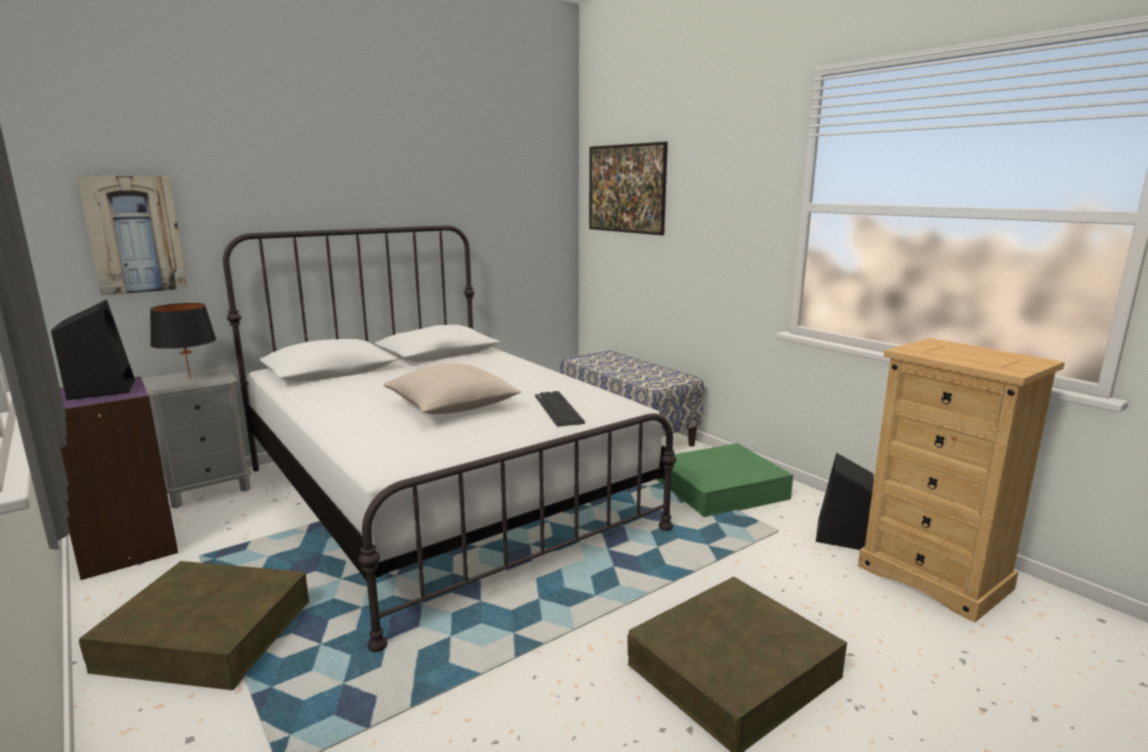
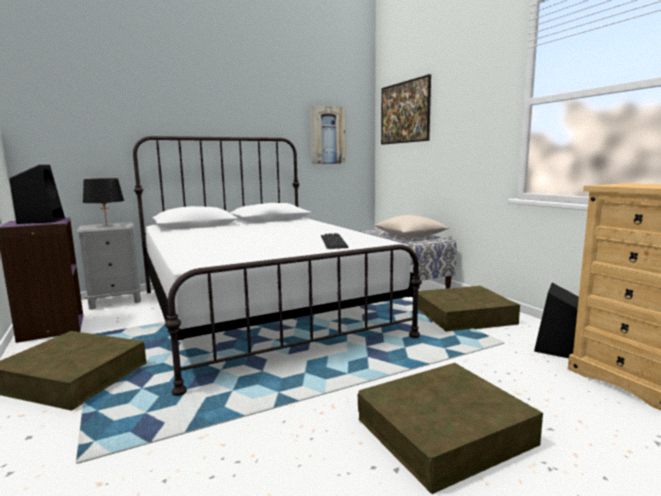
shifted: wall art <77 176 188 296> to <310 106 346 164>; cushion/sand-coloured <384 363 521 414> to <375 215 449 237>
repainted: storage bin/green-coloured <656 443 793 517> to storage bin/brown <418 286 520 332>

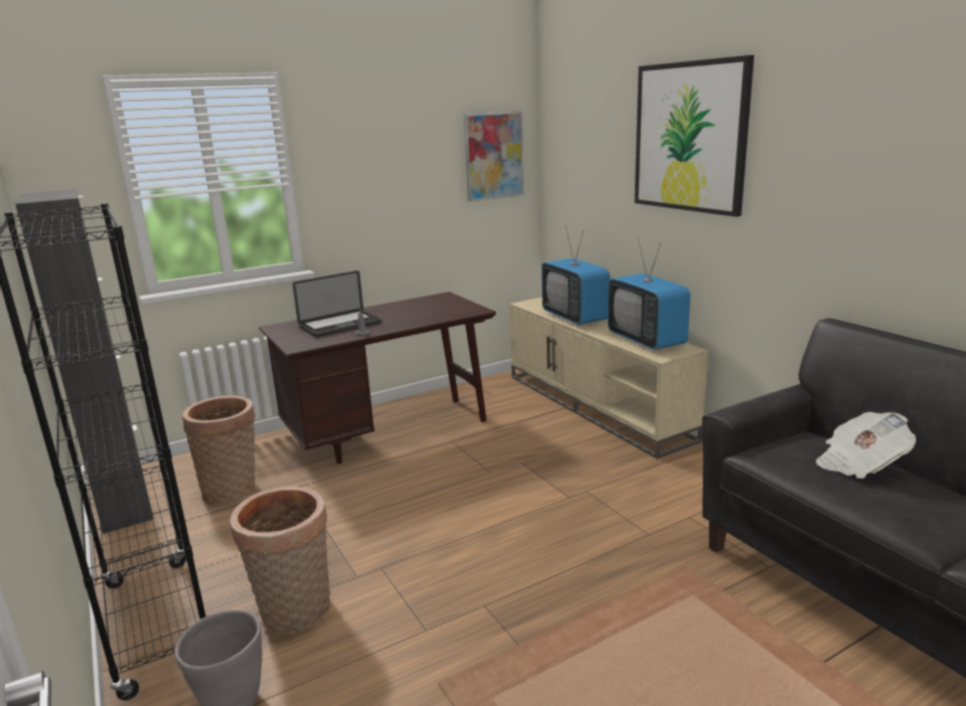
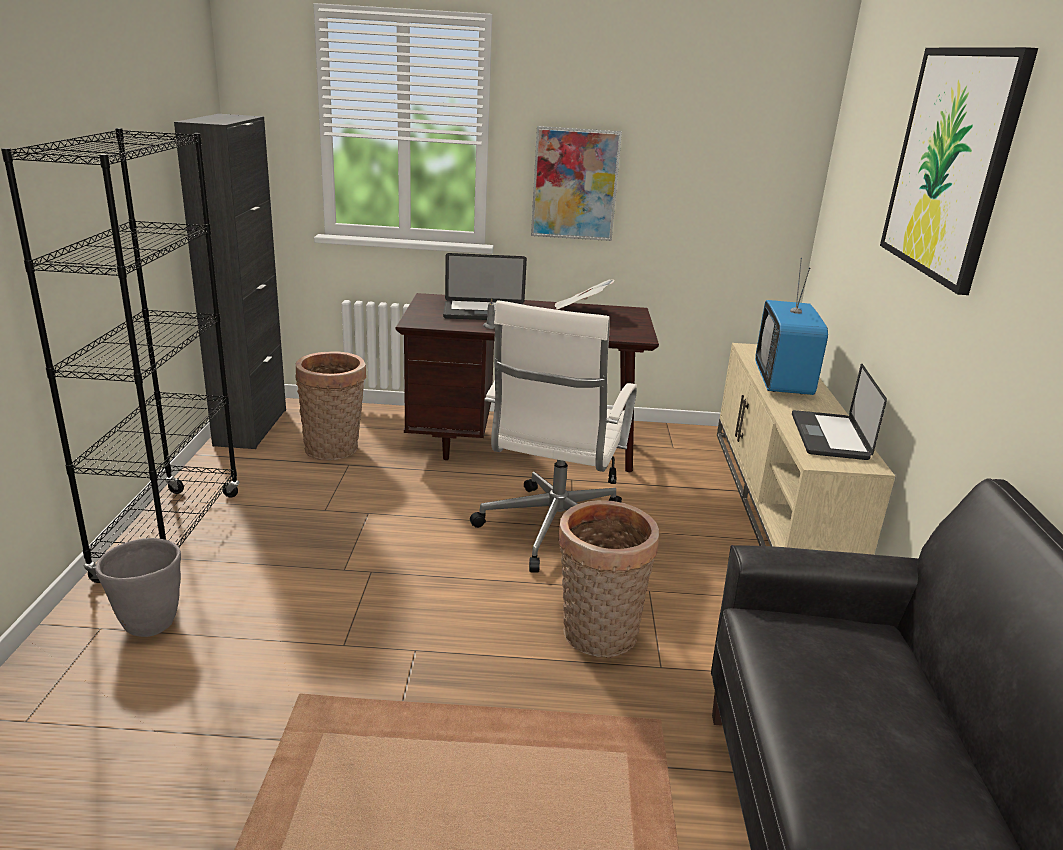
new: computer chair/white <470 301 637 573>
shifted: wall art <464 111 524 202> to <531 126 622 241>; printed paper <816 412 916 479> to <555 279 614 310>; basket <230 486 331 634> to <558 500 659 657>
swapped: TV <608 238 690 350> to portable computer <792 363 887 460>

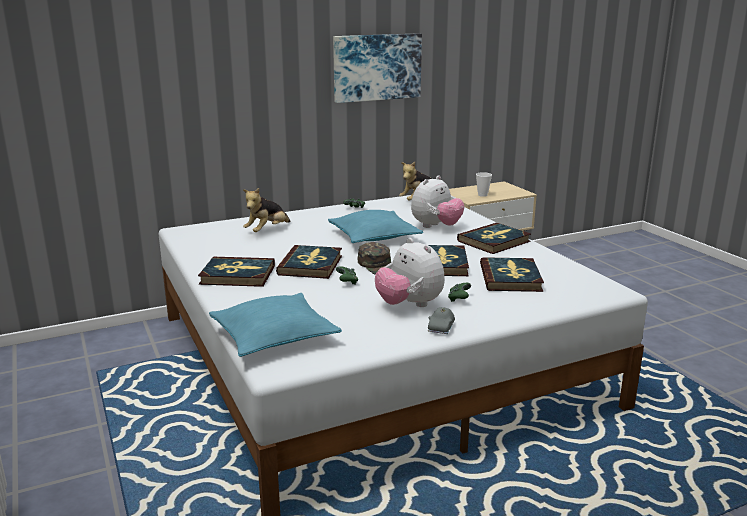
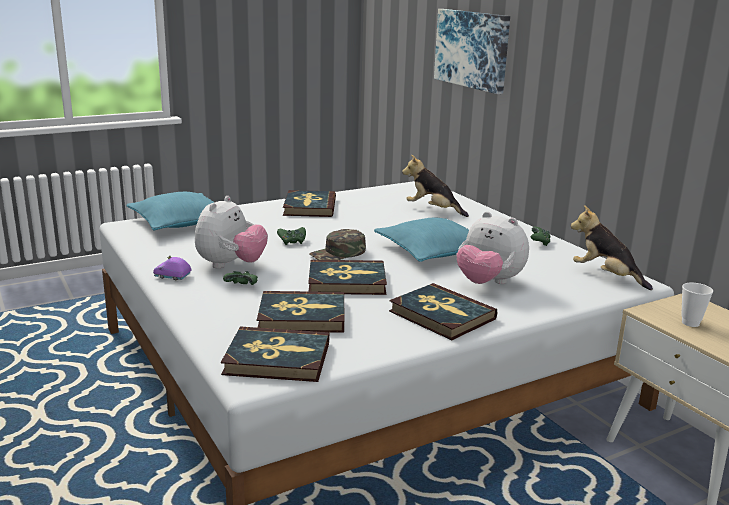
shifted: bound book <276 245 342 279> to <221 327 329 382>; wall art <333 33 422 103> to <434 9 510 94>
repainted: toy car/greyish <428 307 455 334> to toy car/purple-coloured <153 256 192 280>
rotated: cuddly toy <375 238 445 307> = <195 196 268 268> 150 degrees clockwise

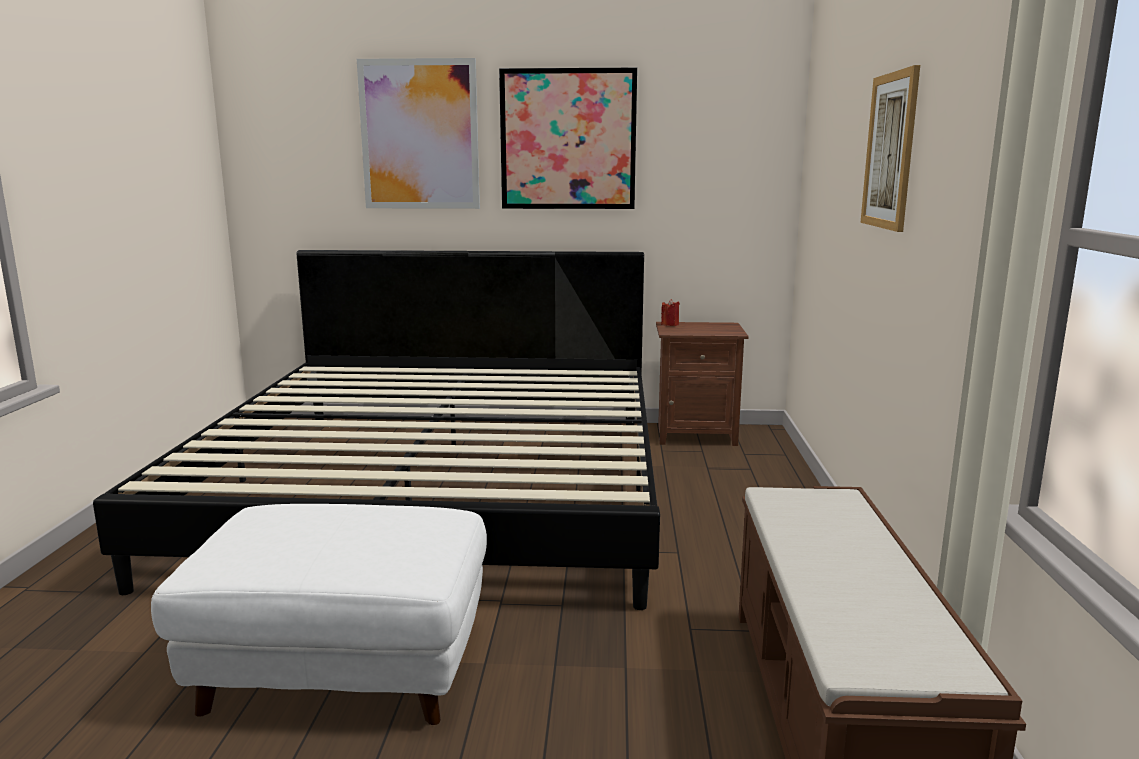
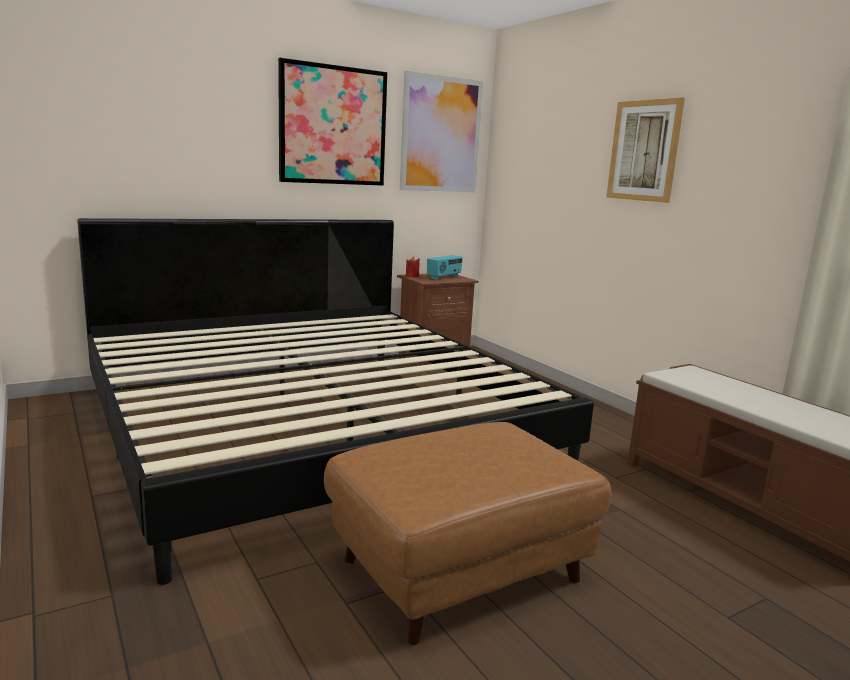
new: radio <427 255 463 280>
shifted: wall art <357 58 480 209> to <400 71 483 192>
repainted: footrest/white <151 504 487 725> to footrest/brown <324 422 611 645>

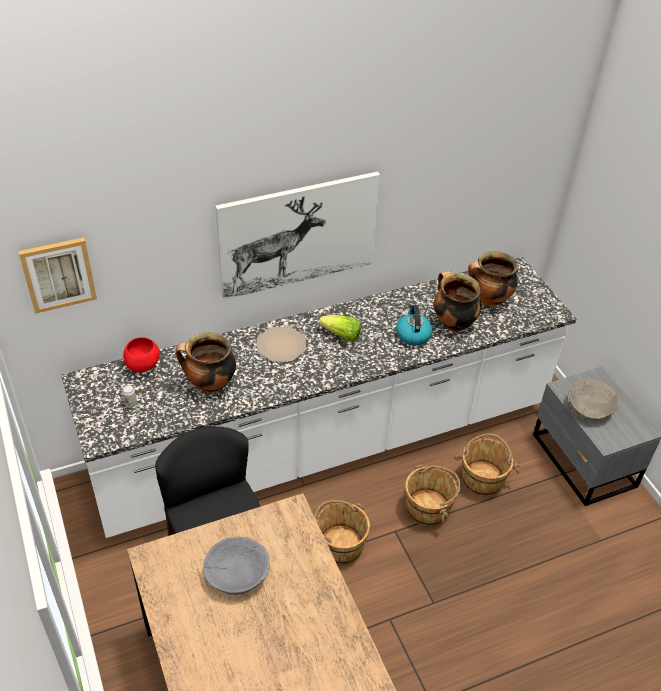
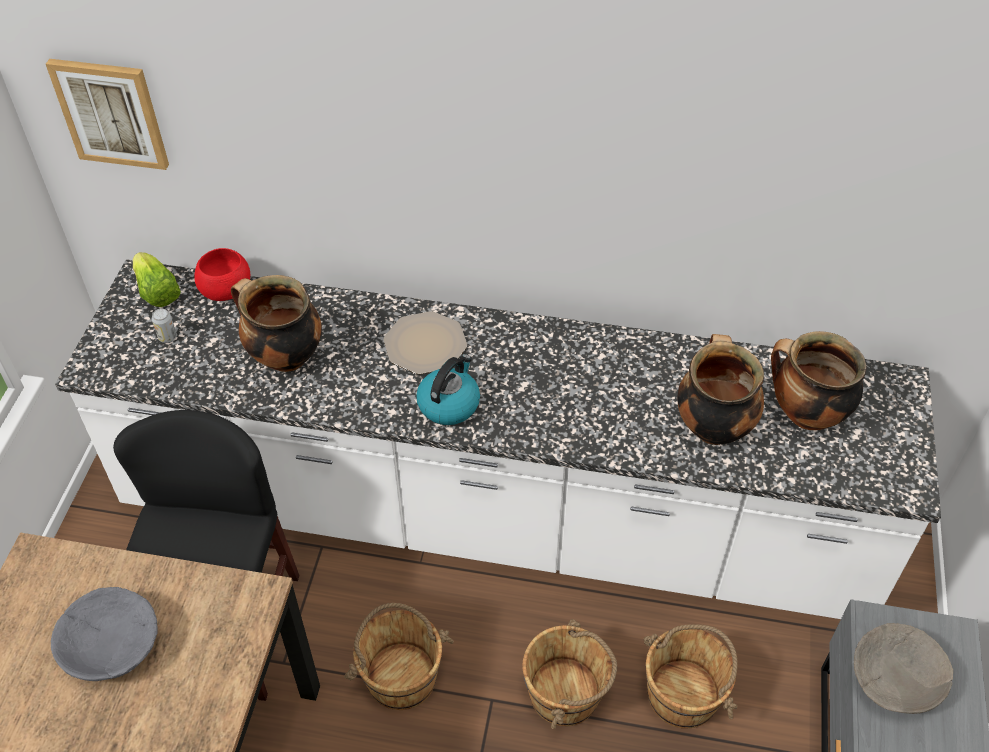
gone: wall art <215 172 380 300>
shifted: lettuce <319 315 361 342> to <133 252 181 307>; kettle <396 304 433 345> to <416 354 480 425>

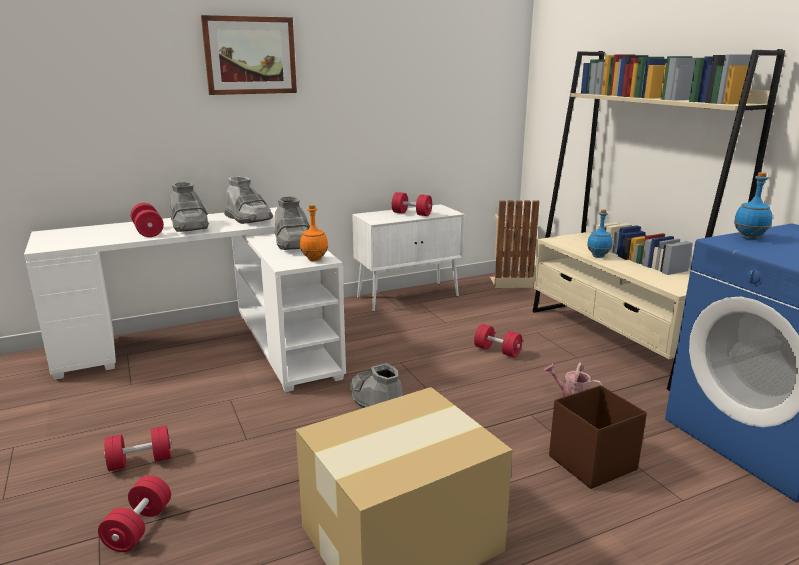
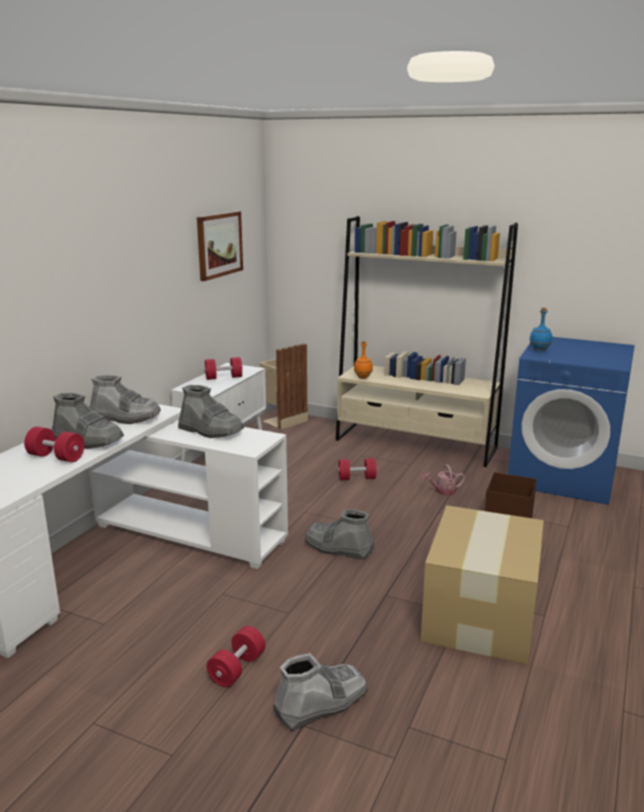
gone: beverage bottle/blue <587 209 613 258>
shifted: wall art <201 15 297 95> to <197 211 243 281>; beverage bottle/orange <300 205 328 261> to <354 341 373 379>
swapped: hand weight/red <98 475 171 552> to boot/greyish <273 653 368 731>

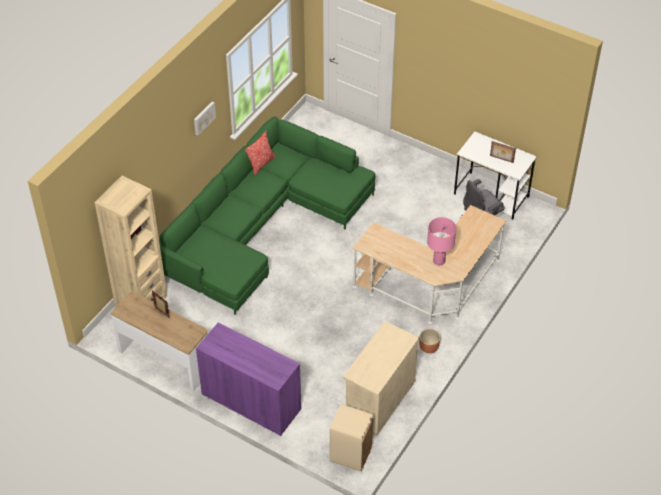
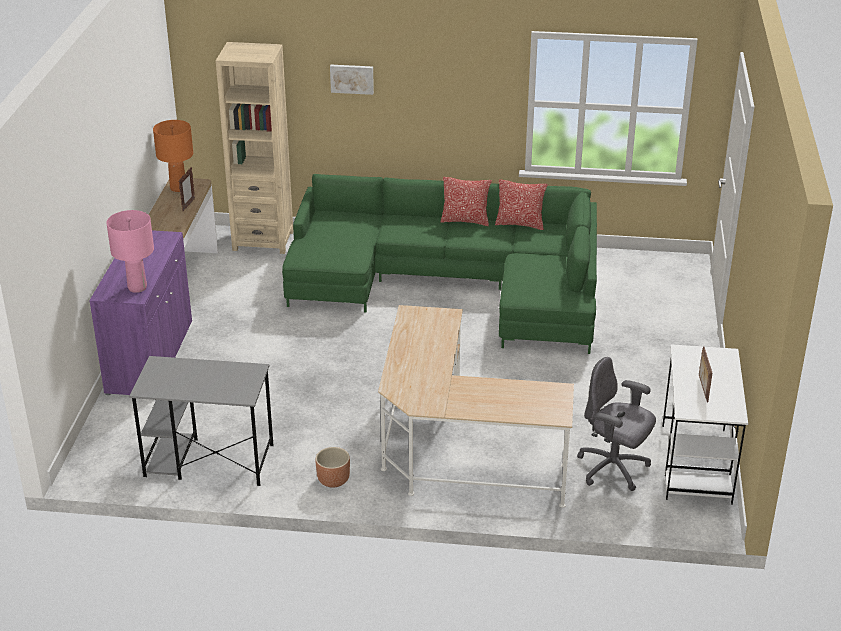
gone: trash can/sand-coloured <330 404 374 472>
new: tabletop lamp/orange <153 120 193 192>; cushion <441 177 492 226>
shifted: tabletop lamp/pink <427 217 456 265> to <106 210 154 293>; wall art <194 102 216 135> to <330 65 374 95>
swapped: cabinet/sand-coloured <343 321 419 437> to desk unit/greyish <129 356 274 486>

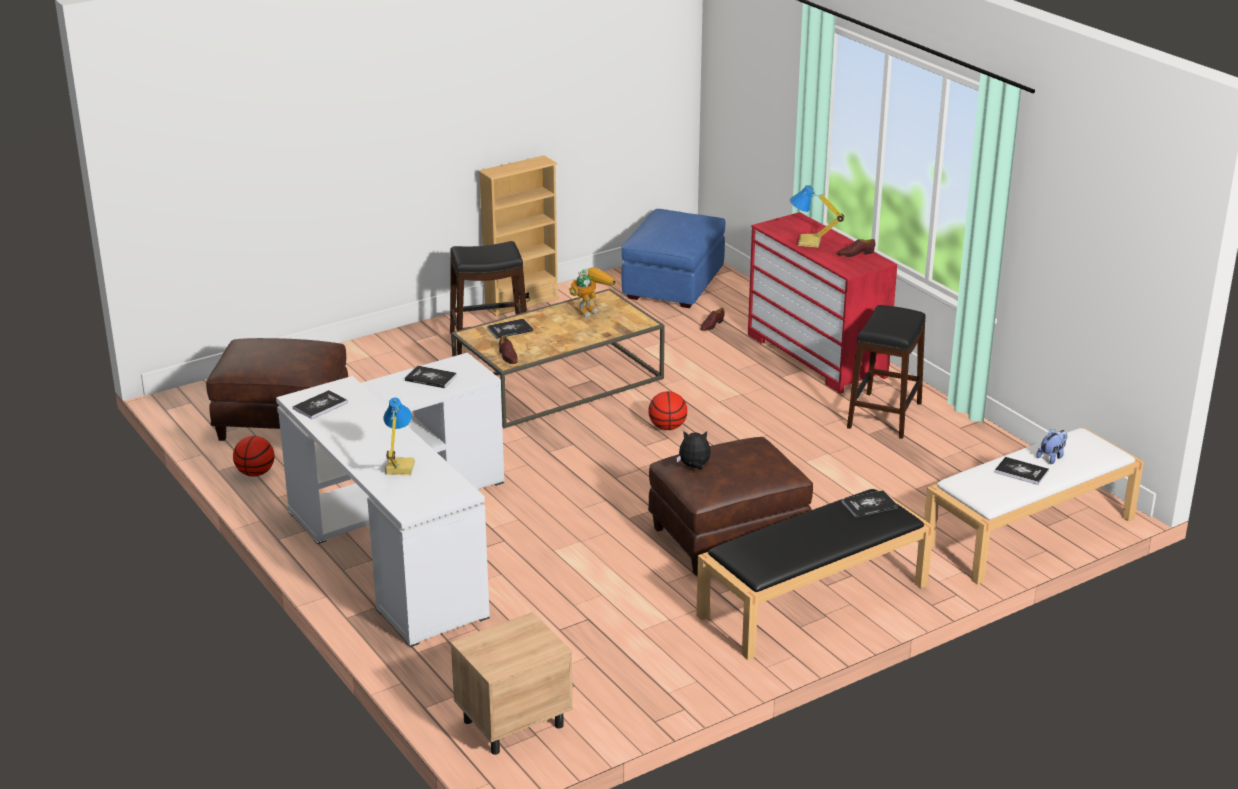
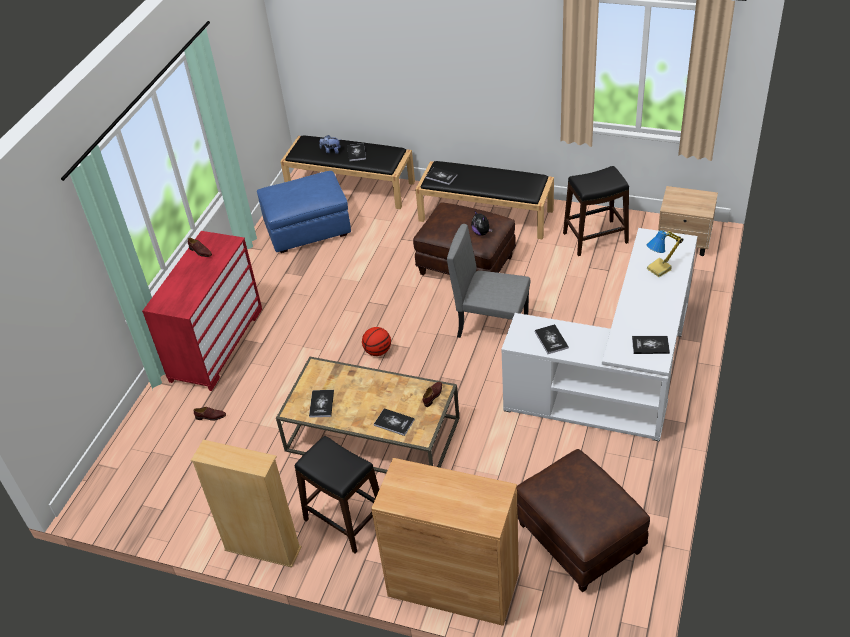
gone: basketball <233 436 274 477>; tabletop lamp <790 185 844 248>
new: cabinet/brown <371 458 519 626>; chair/greyish <447 224 530 338>
shifted: footrest/blue <621 209 725 308> to <257 171 351 253>; sitting stool/black-coloured <847 305 926 439> to <563 166 629 256>
swapped: toy robot <569 267 617 318> to bound book <309 390 334 418>
repainted: bench/white <924 428 1144 585> to bench/black-coloured <280 135 415 209>

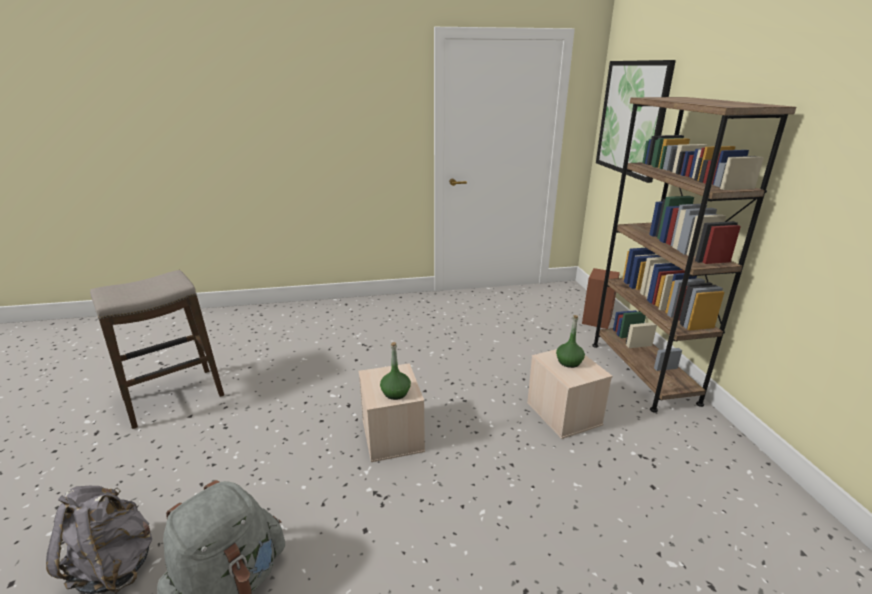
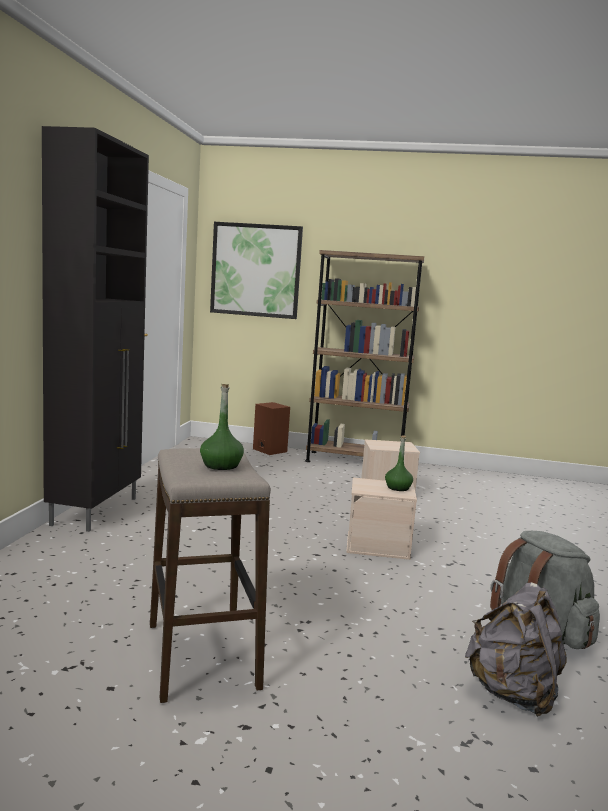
new: cabinet/black-coloured <42 126 149 532>
shifted: beverage bottle/green-coloured <556 315 585 368> to <200 384 244 470>

